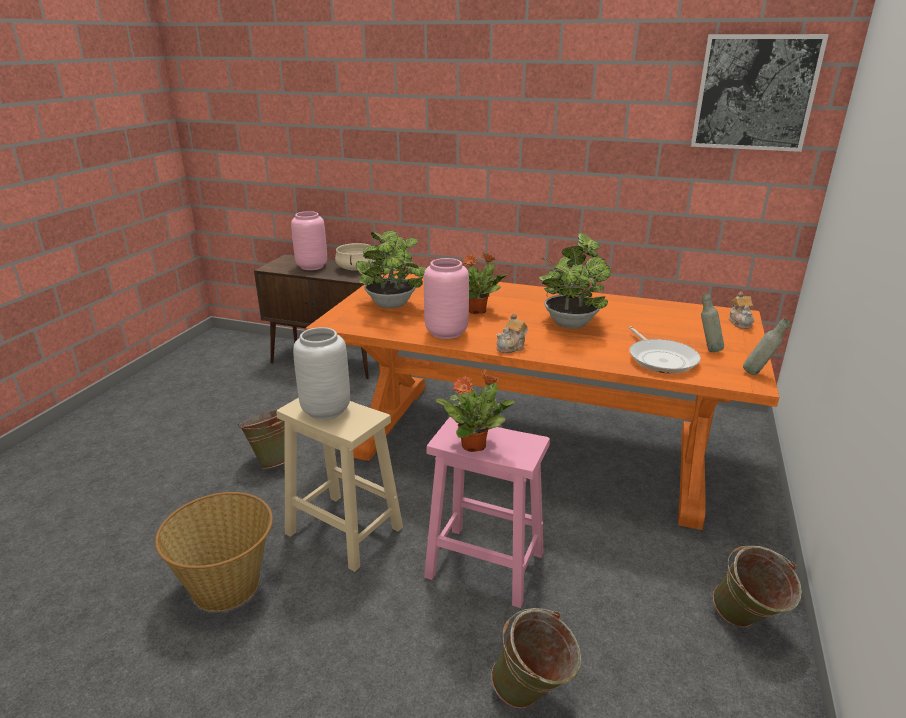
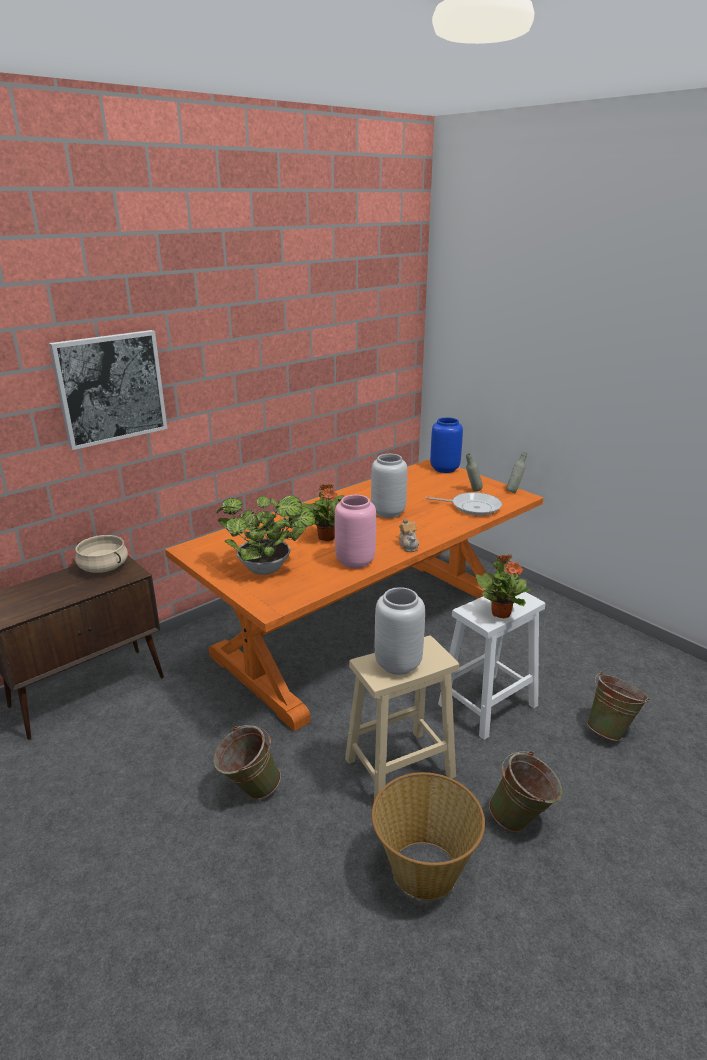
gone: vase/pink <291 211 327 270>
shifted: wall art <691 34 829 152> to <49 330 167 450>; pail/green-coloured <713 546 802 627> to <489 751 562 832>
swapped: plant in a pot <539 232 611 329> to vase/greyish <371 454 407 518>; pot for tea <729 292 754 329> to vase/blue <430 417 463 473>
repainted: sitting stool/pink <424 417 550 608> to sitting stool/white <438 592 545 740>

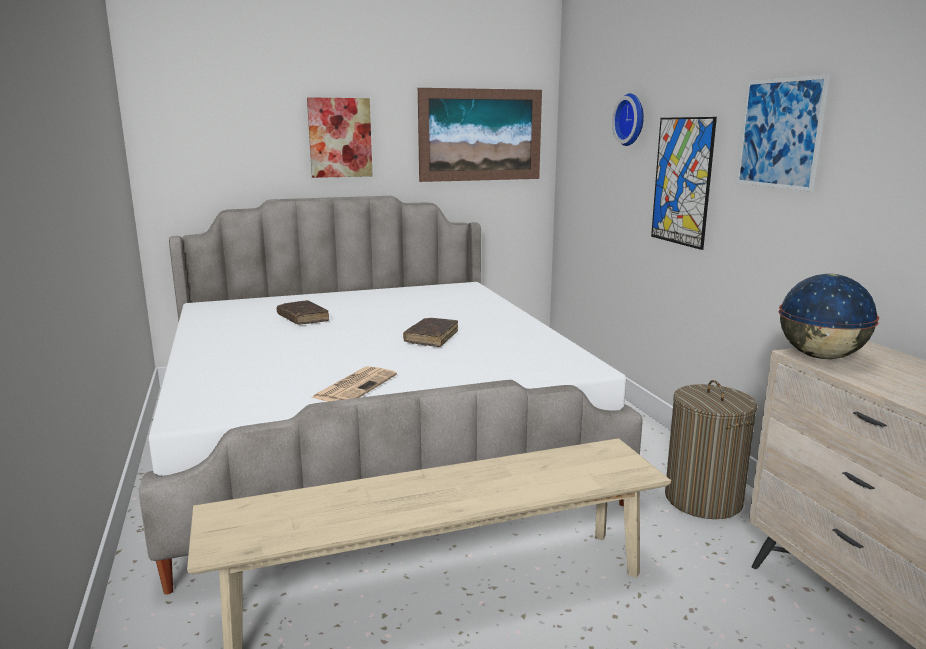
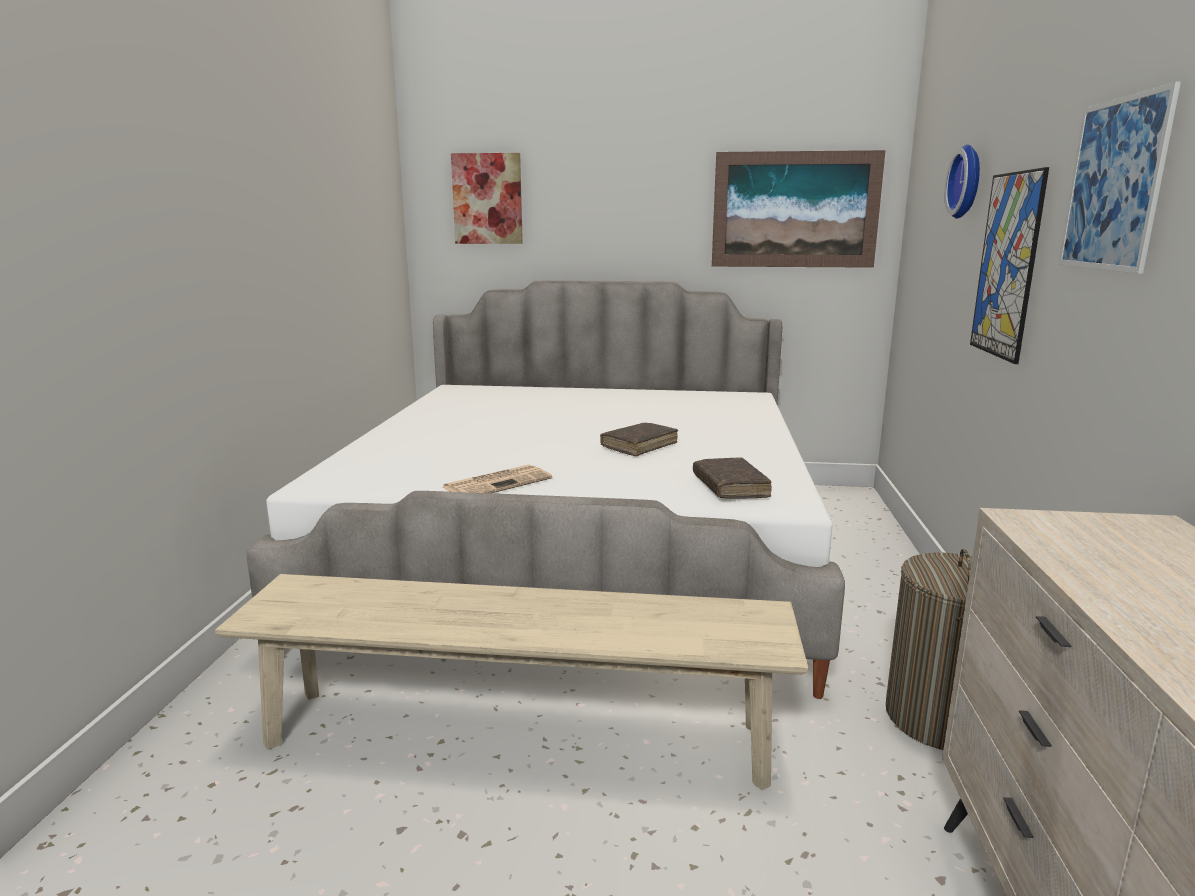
gone: desk globe <778 274 879 359>
shifted: wall art <307 97 373 178> to <451 153 523 244>; bound book/brown <276 300 329 325> to <693 457 772 499>

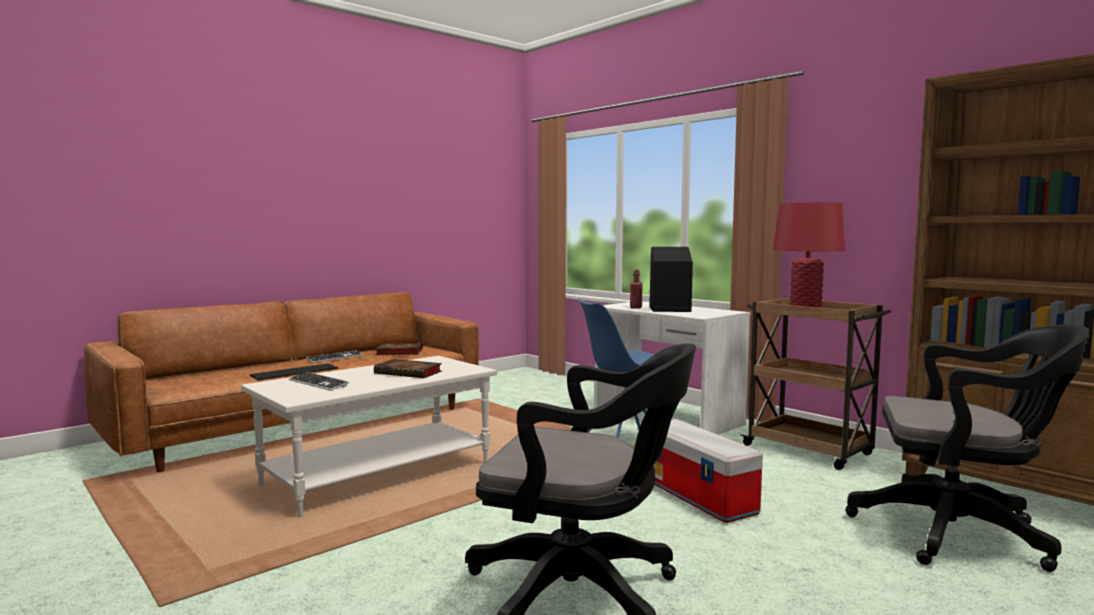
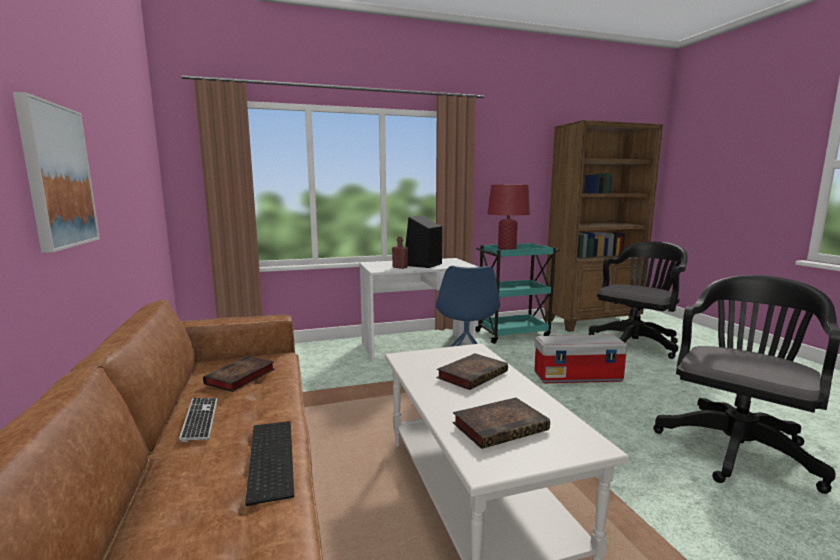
new: wall art <13 92 100 253>
swapped: PC keyboard <289 372 349 391> to bound book <453 398 550 449>
repainted: trolley/brown <740 298 891 470> to trolley/turquoise-coloured <476 243 559 344>

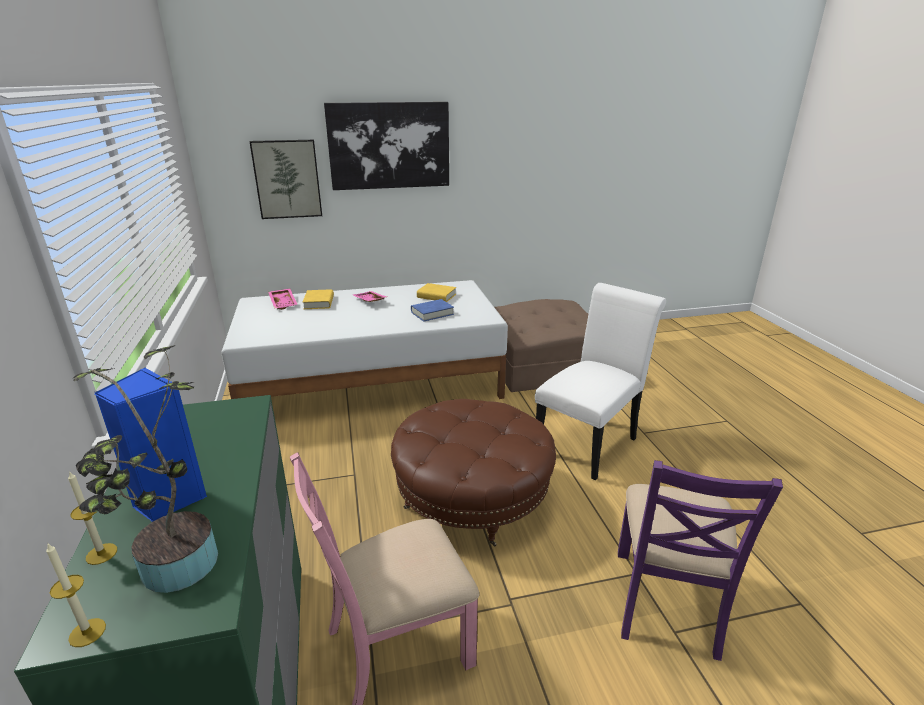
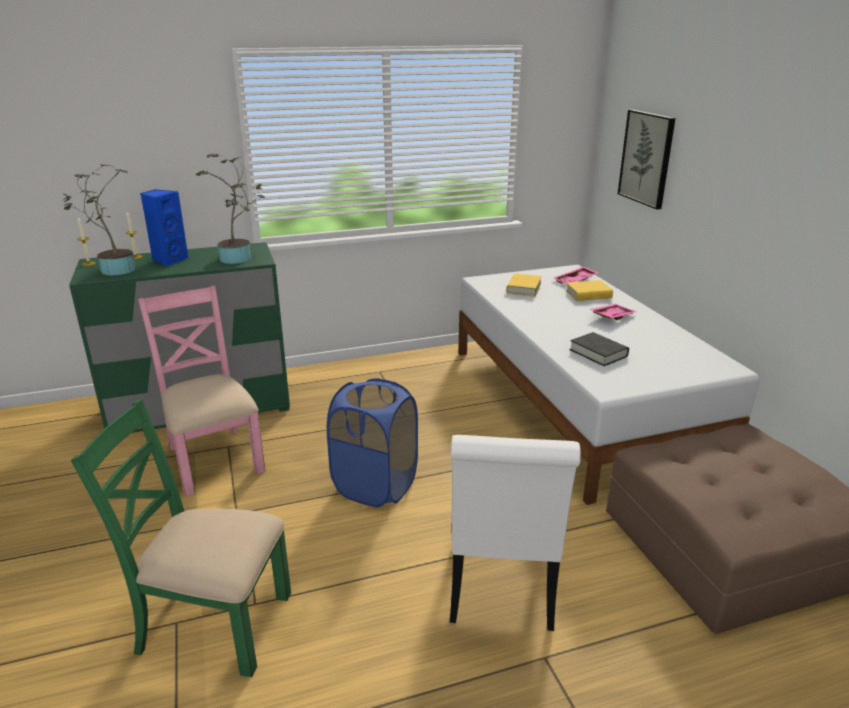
gone: wall art <324 102 449 190>
new: plant in a pot <195 154 265 264>
shifted: bound book/yellow <417 283 456 302> to <506 273 542 297>
swapped: footrest/brown <391 399 556 546> to washing basket/blue <327 378 418 507>
repainted: chair/purple-coloured <618 460 783 661> to chair/green-coloured <71 399 291 677>; bound book/blue <411 299 454 322> to bound book/black-coloured <569 332 629 366>
rotated: chair/white <535 283 666 480> = <450 435 581 631> 60 degrees clockwise

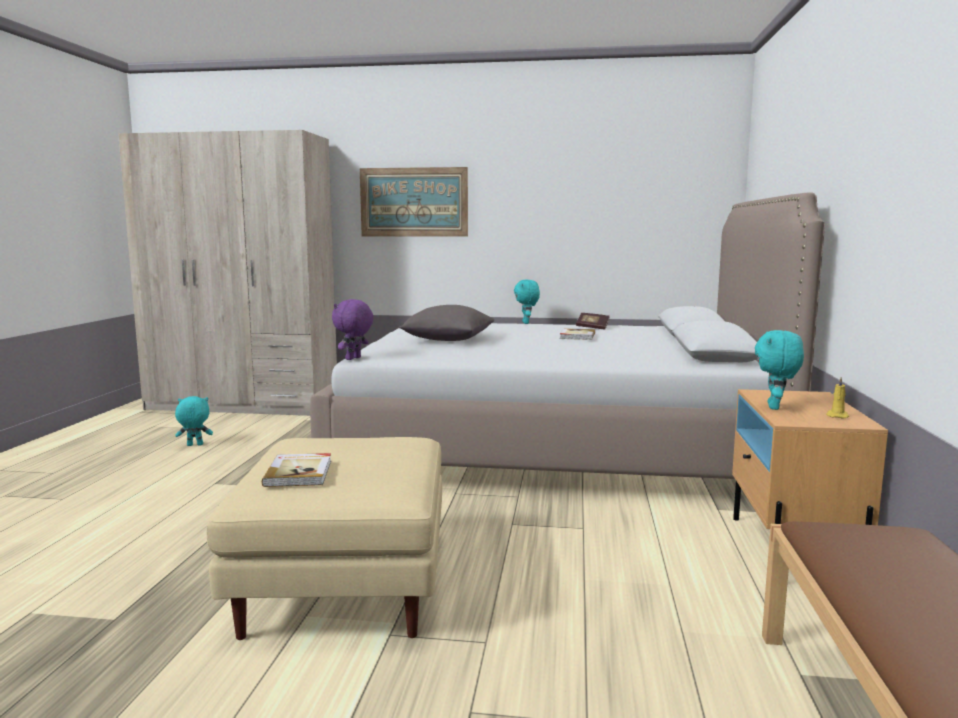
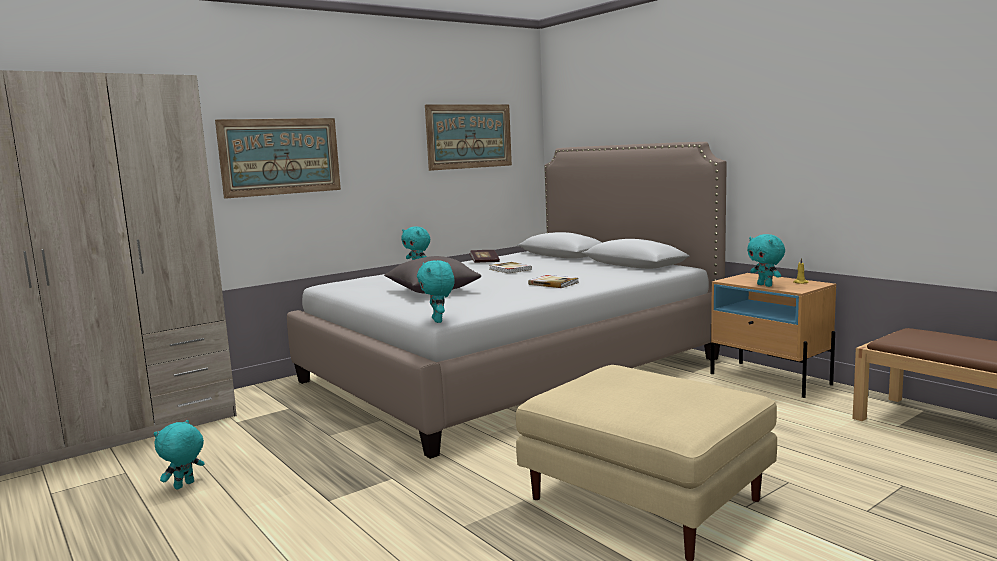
new: wall art <425 104 512 171>
shifted: bound book <262 453 331 487> to <528 275 579 288>
repainted: cuddly toy/purple-coloured <332 299 374 360> to cuddly toy/turquoise-coloured <417 260 455 323>

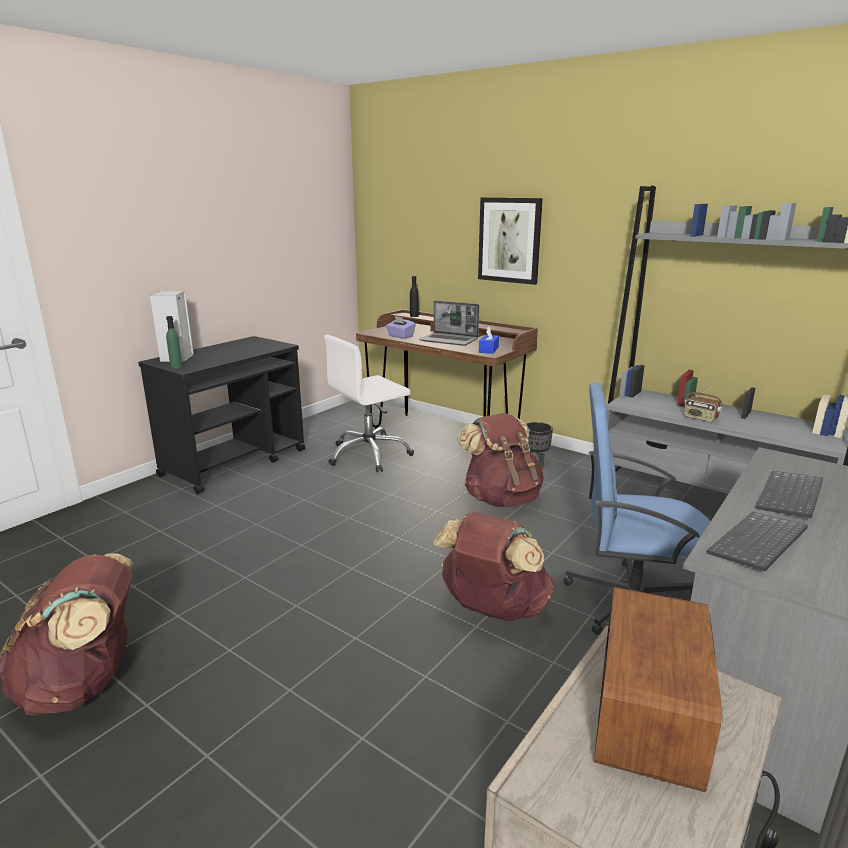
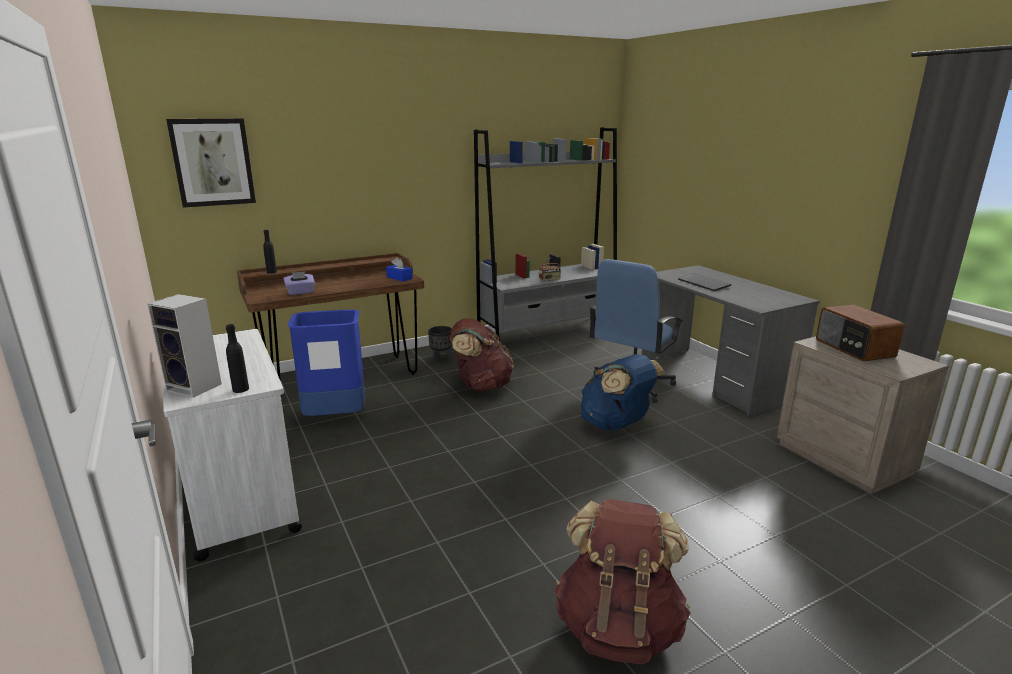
gone: portable computer <419 301 479 346>; PC keyboard <707 512 808 571>
shifted: wall art <478 198 543 285> to <166 118 256 208>
swapped: computer chair/white <324 335 414 472> to trash can/blue <287 310 365 416>
repainted: trolley/black-coloured <138 336 305 494> to trolley/white <163 329 302 561>; beverage bottle/green-coloured <166 316 183 369> to beverage bottle/black-coloured <226 324 249 393>; backpack/brown <433 512 554 622> to backpack/blue <581 354 665 431>
rotated: radio <594 587 723 792> = <816 305 905 361> 150 degrees counterclockwise

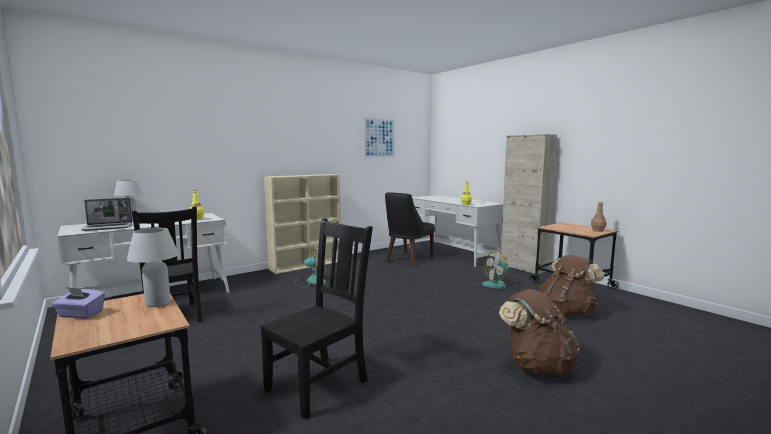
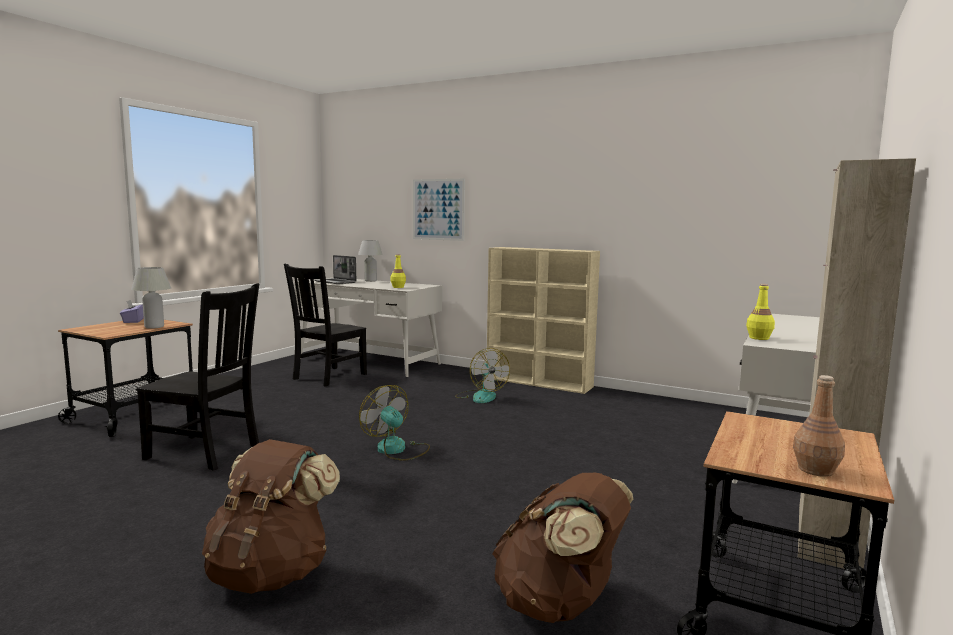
gone: chair/black-coloured <385 193 435 266>
shifted: fan <482 250 516 289> to <359 385 430 461>; wall art <363 117 395 158> to <413 179 465 241>

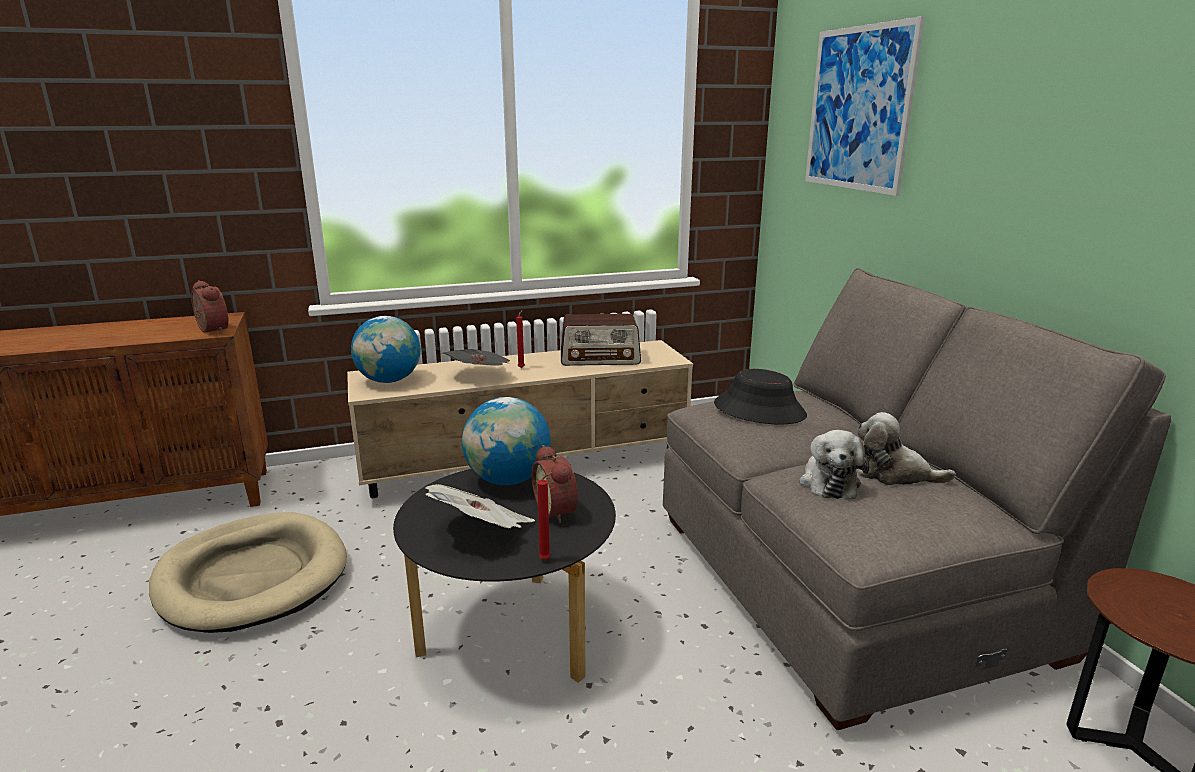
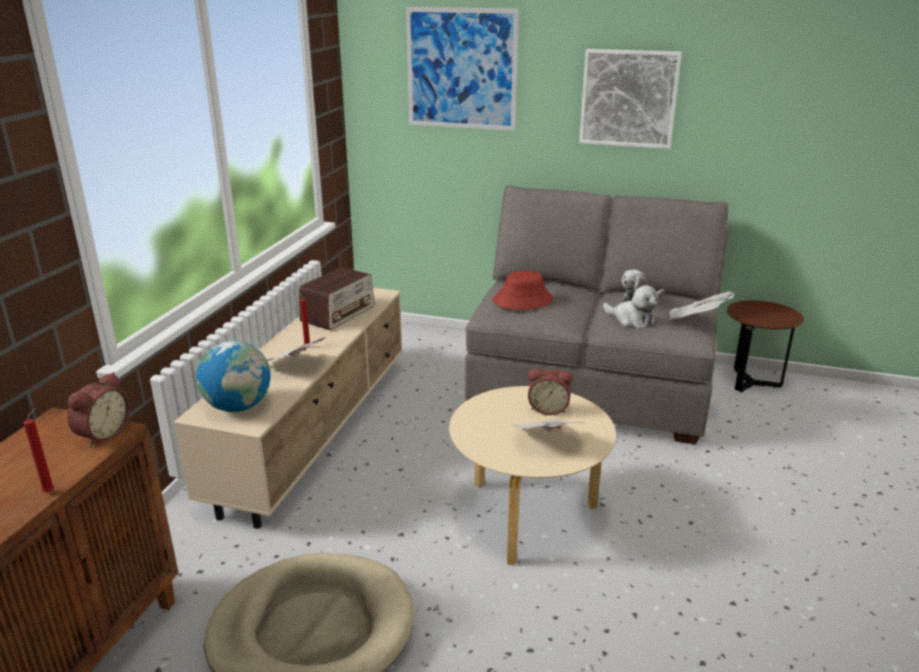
gone: desk globe <462 397 551 485>
new: wall art <579 49 682 149>; printed paper <668 291 735 321>
shifted: wax candle/red <537 472 553 560> to <23 408 54 493>
repainted: coffee table/black-coloured <393 469 616 683> to coffee table/sand-coloured <449 386 616 566>; clothing hat/black-coloured <714 369 807 424> to clothing hat/red <493 271 553 310>
rotated: alarm clock <191 280 229 334> = <67 372 130 447> 120 degrees clockwise

